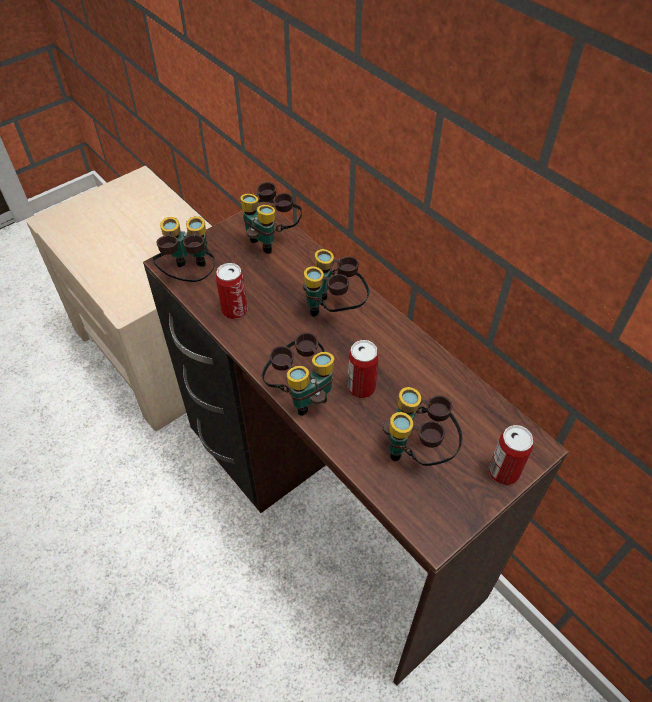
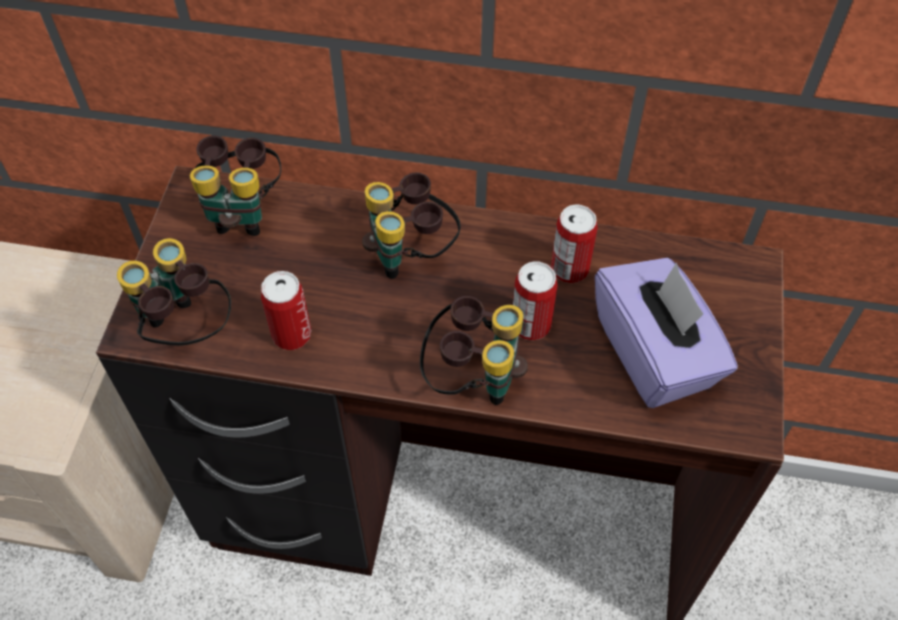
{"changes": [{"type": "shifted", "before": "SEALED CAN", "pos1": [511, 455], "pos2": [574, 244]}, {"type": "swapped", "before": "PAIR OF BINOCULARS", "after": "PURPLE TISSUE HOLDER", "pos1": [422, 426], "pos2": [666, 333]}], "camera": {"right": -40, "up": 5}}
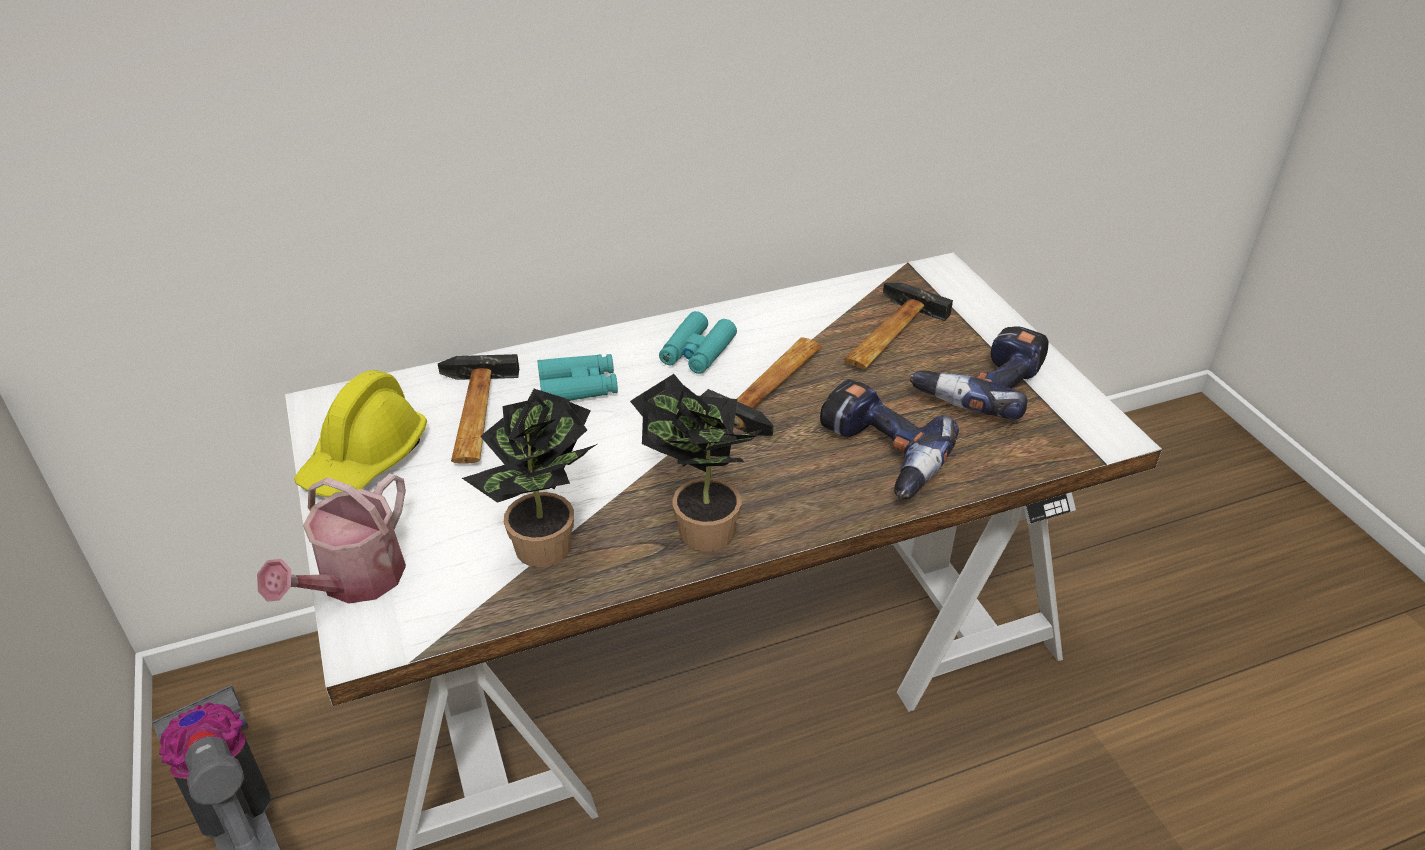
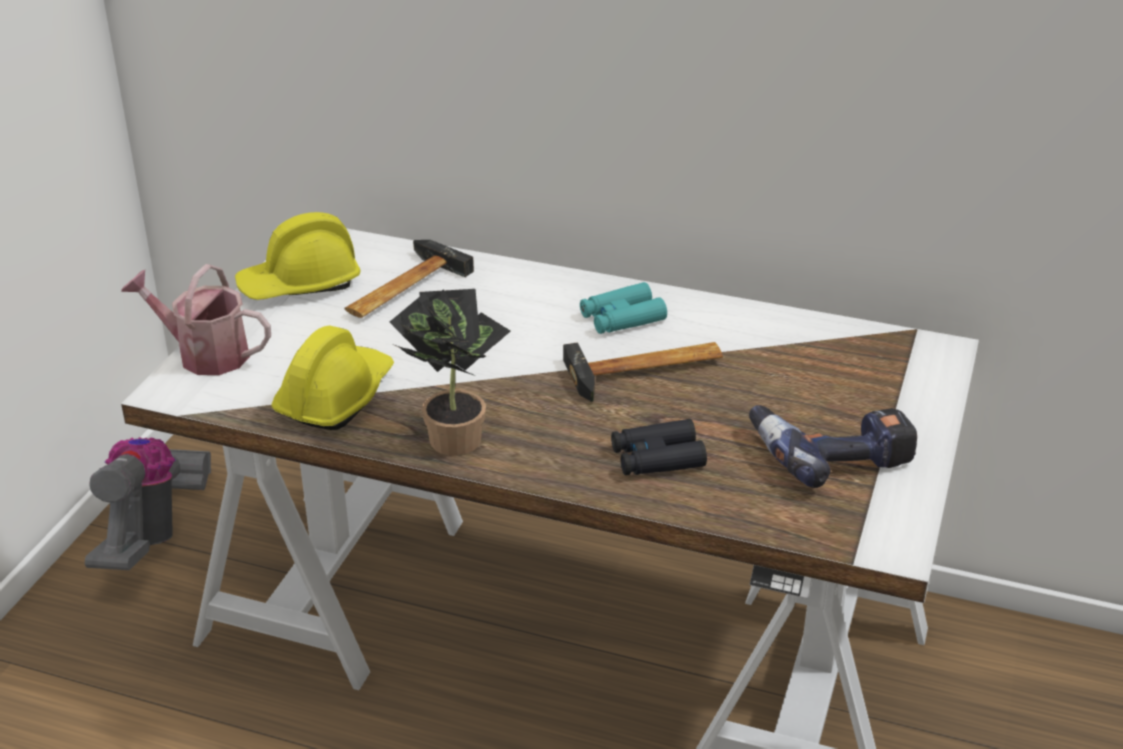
{"changes": [{"type": "gone", "before": "TURQUOISE PAIR OF BINOCULARS", "pos1": [577, 377]}, {"type": "gone", "before": "TOOL HAMMER", "pos1": [898, 326]}, {"type": "swapped", "before": "POTTED PLANT", "after": "YELLOW HARD HAT", "pos1": [529, 478], "pos2": [332, 377]}, {"type": "swapped", "before": "POWER DRILL", "after": "BLACK-COLOURED PAIR OF BINOCULARS", "pos1": [889, 439], "pos2": [659, 447]}, {"type": "rotated", "before": "WATERING POT", "pos1": [331, 538], "pos2": [196, 319], "turn": 45}], "camera": {"right": 40, "up": -5}}
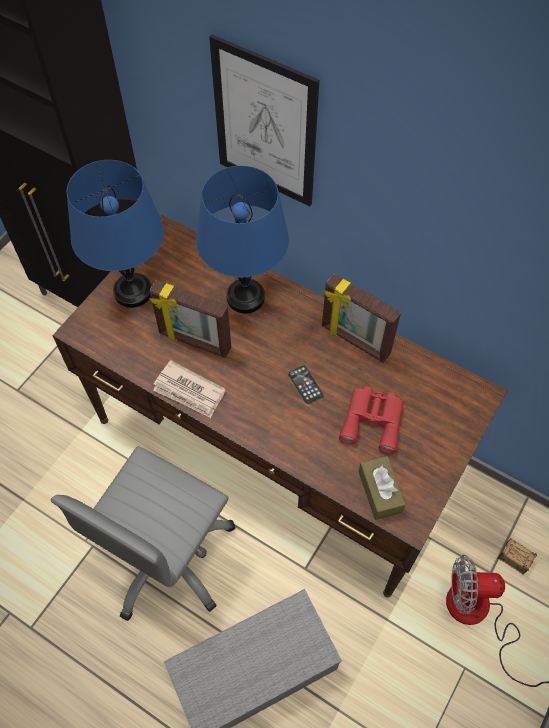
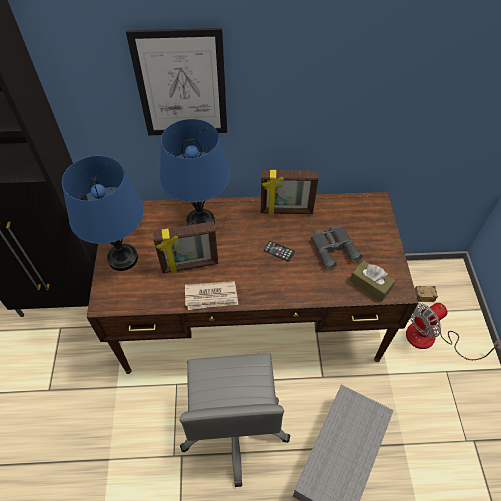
{"changes": [{"type": "repainted", "before": "REDDISH PAIR OF BINOCULARS", "after": "GRAY PAIR OF BINOCULARS", "pos1": [371, 420], "pos2": [336, 248]}], "camera": {"right": -35, "up": -5}}
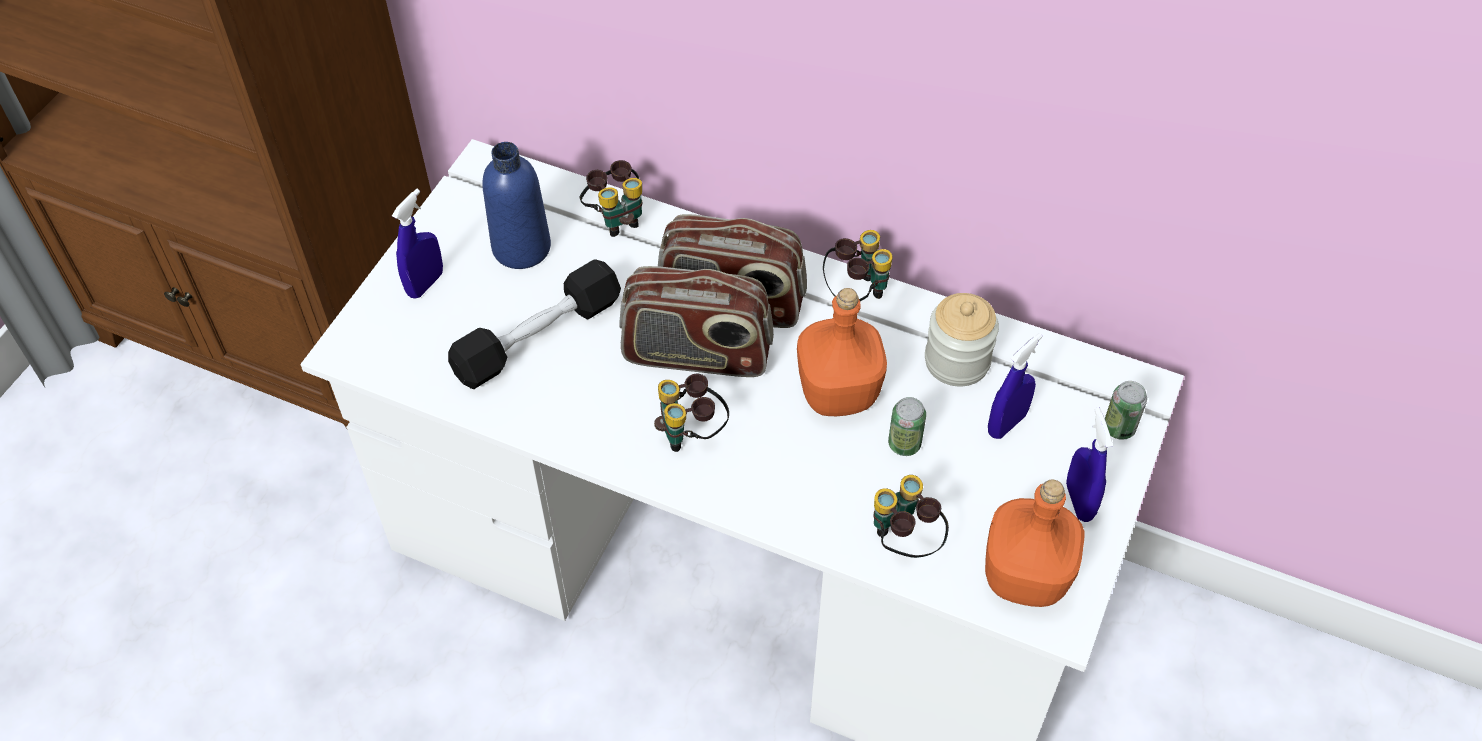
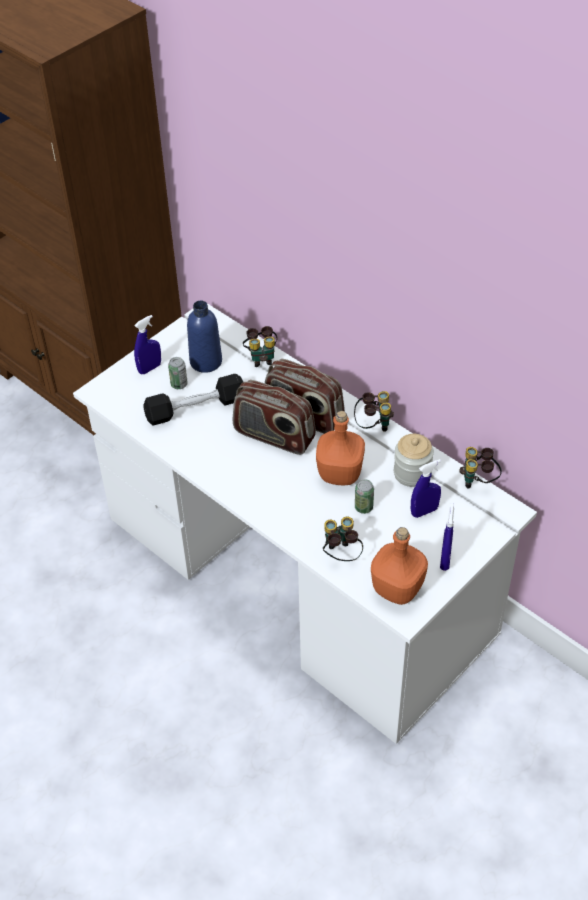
{"changes": [{"type": "shifted", "before": "PAIR OF BINOCULARS", "pos1": [691, 413], "pos2": [480, 467]}, {"type": "shifted", "before": "SEALED CAN", "pos1": [1126, 410], "pos2": [178, 373]}], "camera": {"right": 20, "up": -5}}
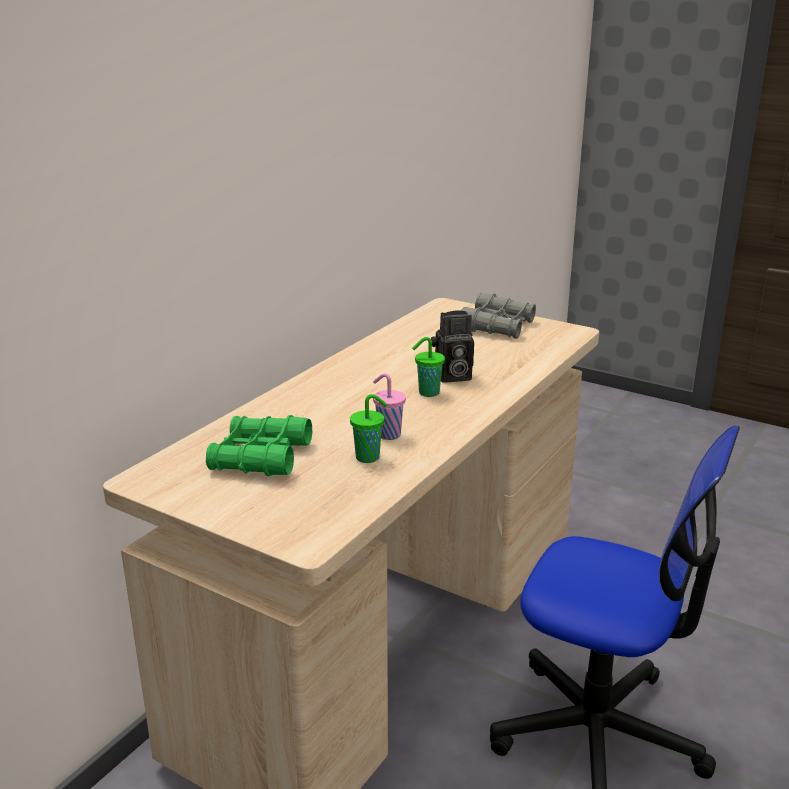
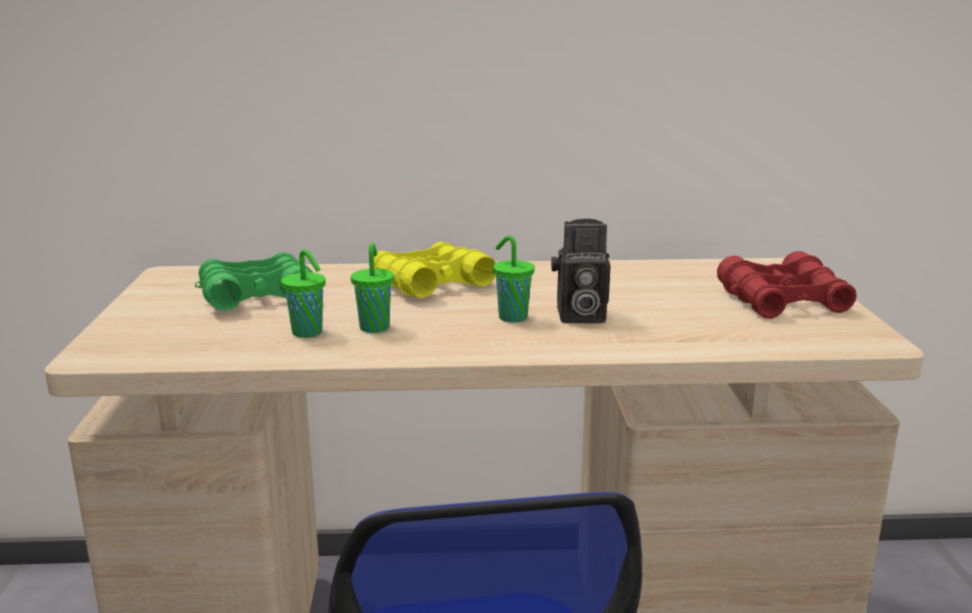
{"changes": [{"type": "new", "after": "YELLOW PAIR OF BINOCULARS", "pos2": [435, 270]}, {"type": "repainted", "before": "PINK DRINKING CUP", "after": "GREEN DRINKING CUP", "pos1": [389, 406], "pos2": [372, 288]}, {"type": "repainted", "before": "GRAY PAIR OF BINOCULARS", "after": "REDDISH PAIR OF BINOCULARS", "pos1": [498, 316], "pos2": [787, 285]}, {"type": "rotated", "before": "STILL CAMERA", "pos1": [452, 347], "pos2": [580, 271], "turn": -45}], "camera": {"right": 55, "up": -5}}
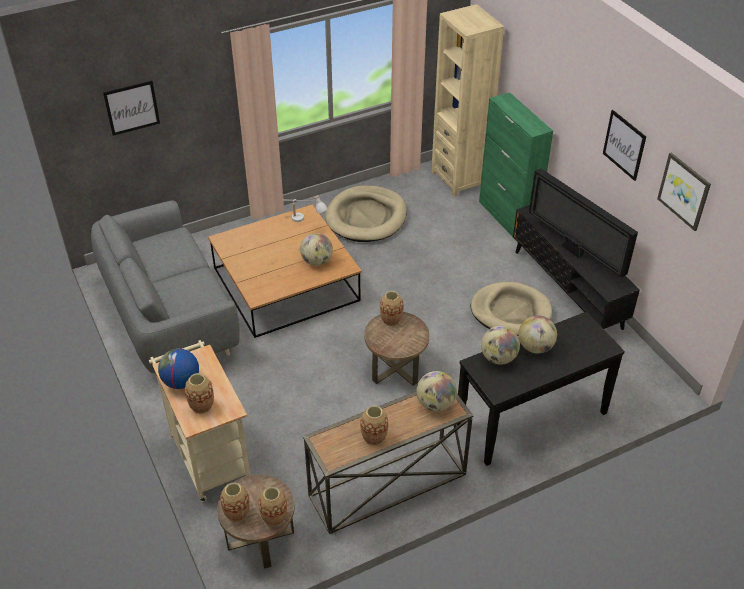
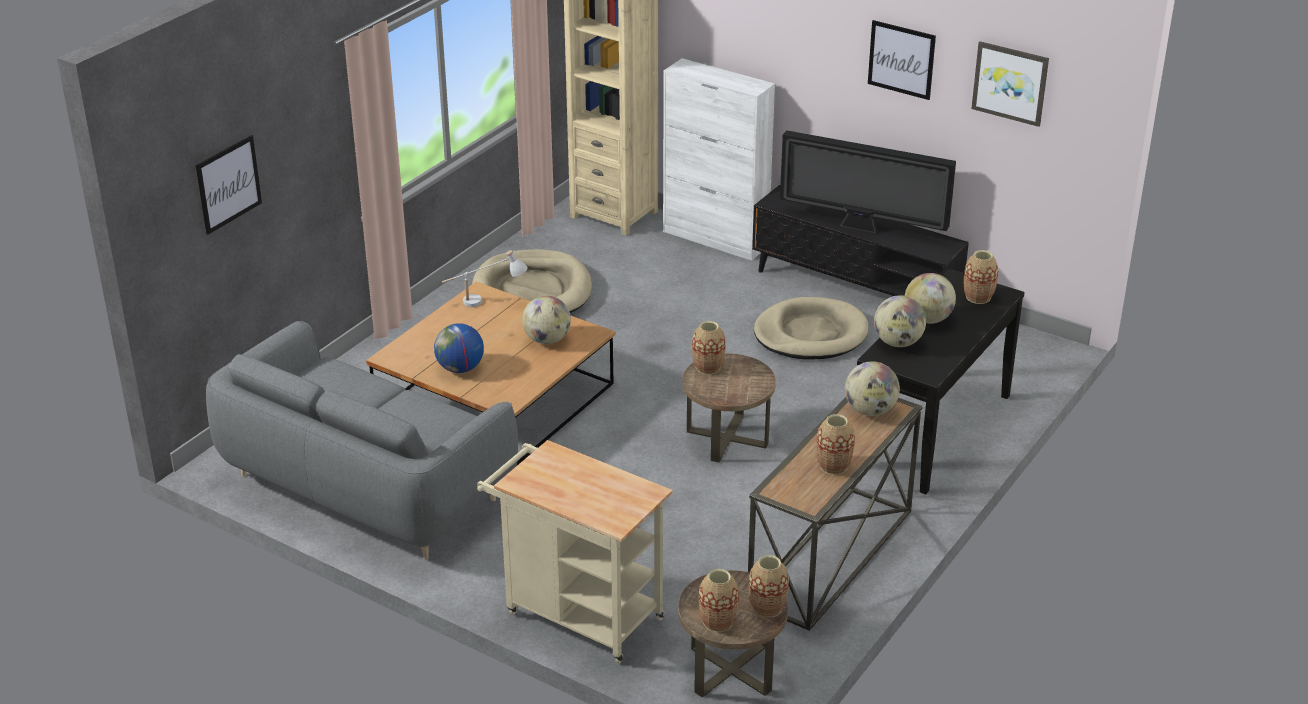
{"changes": [{"type": "shifted", "before": "WORLD GLOBE", "pos1": [178, 369], "pos2": [459, 348]}, {"type": "shifted", "before": "FLOWER VASE", "pos1": [199, 393], "pos2": [981, 277]}, {"type": "repainted", "before": "GREEN CUPBOARD", "after": "WHITE-COLOURED CUPBOARD", "pos1": [516, 165], "pos2": [719, 159]}], "camera": {"right": -30, "up": -10}}
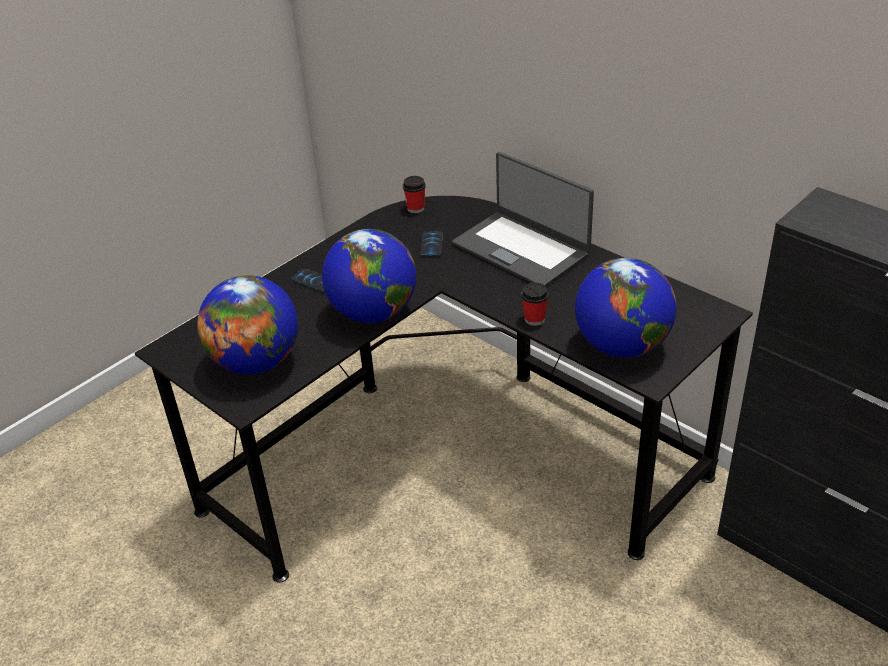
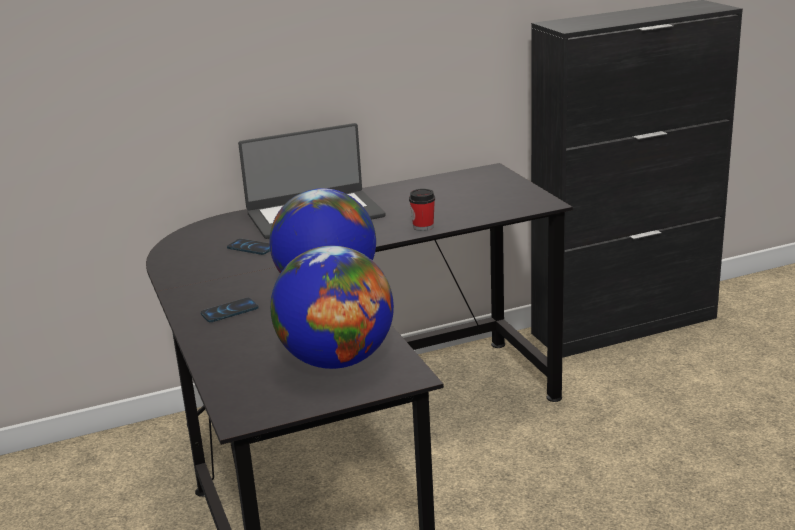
{"changes": [{"type": "gone", "before": "DRINKING CUP", "pos1": [414, 194]}, {"type": "gone", "before": "WORLD GLOBE", "pos1": [625, 308]}], "camera": {"right": -65, "up": -15}}
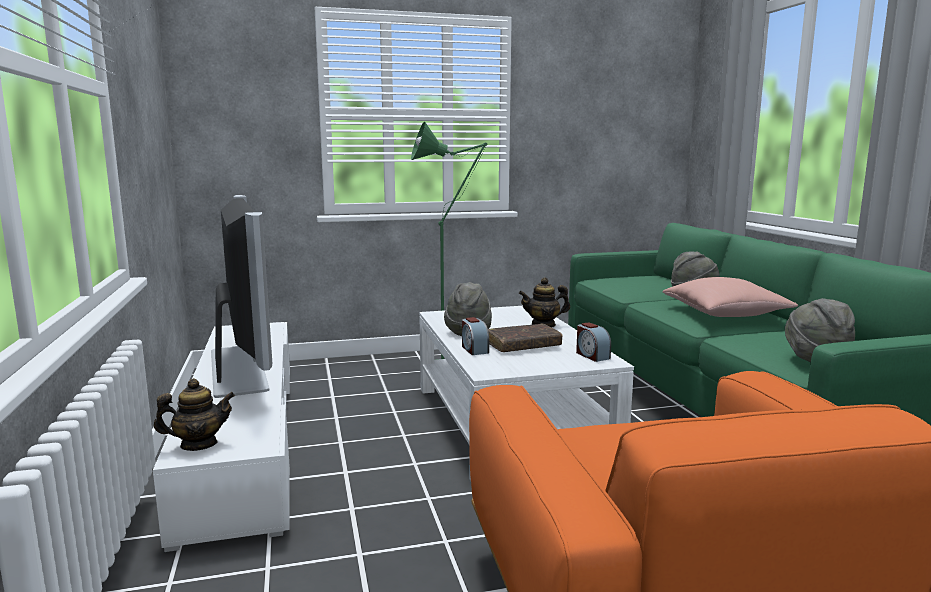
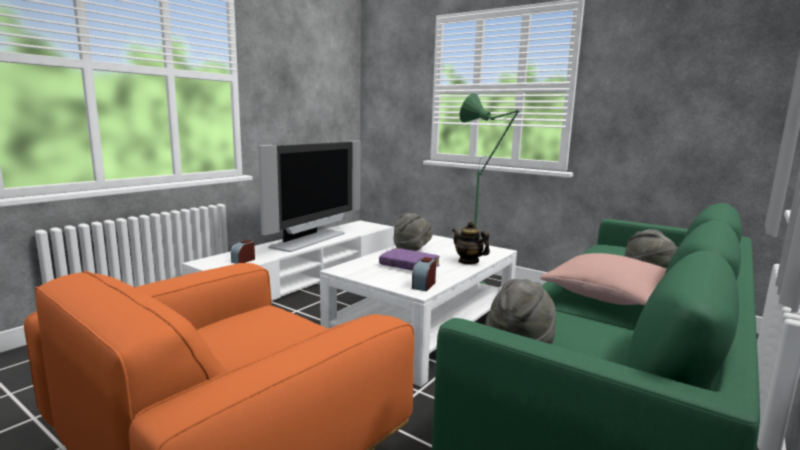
{"changes": [{"type": "gone", "before": "TEA POT", "pos1": [194, 414]}, {"type": "shifted", "before": "ALARM CLOCK", "pos1": [475, 336], "pos2": [243, 252]}, {"type": "repainted", "before": "BROWN-COLOURED BOUND BOOK", "after": "PURPLE BOUND BOOK", "pos1": [525, 337], "pos2": [409, 259]}], "camera": {"right": 50, "up": 0}}
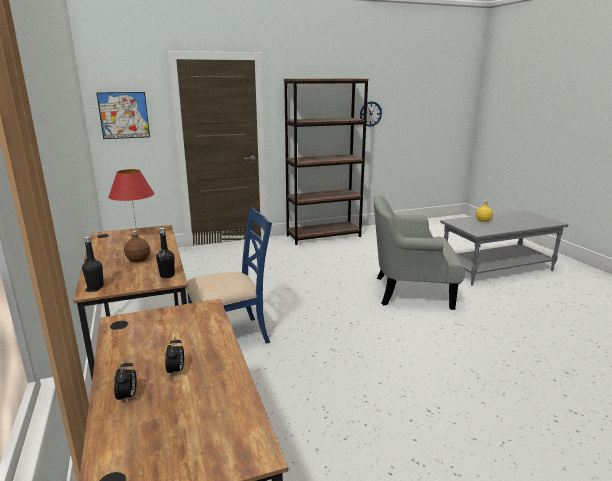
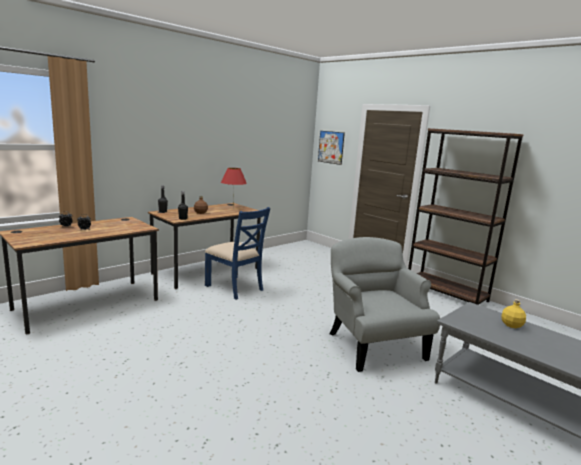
{"changes": [{"type": "gone", "before": "HANGING CLOCK", "pos1": [371, 114]}], "camera": {"right": 65, "up": -5}}
